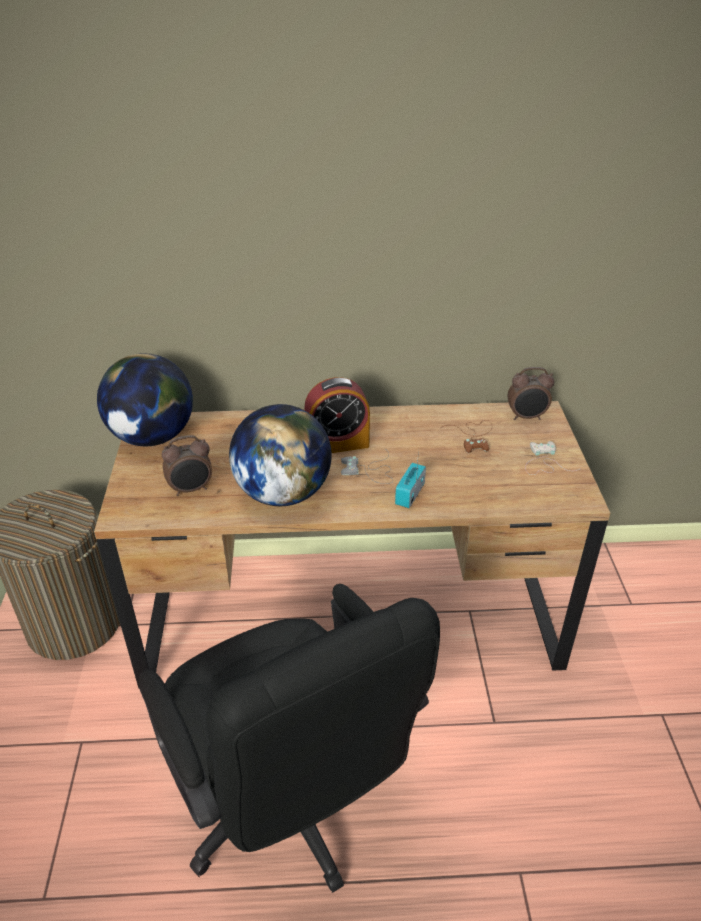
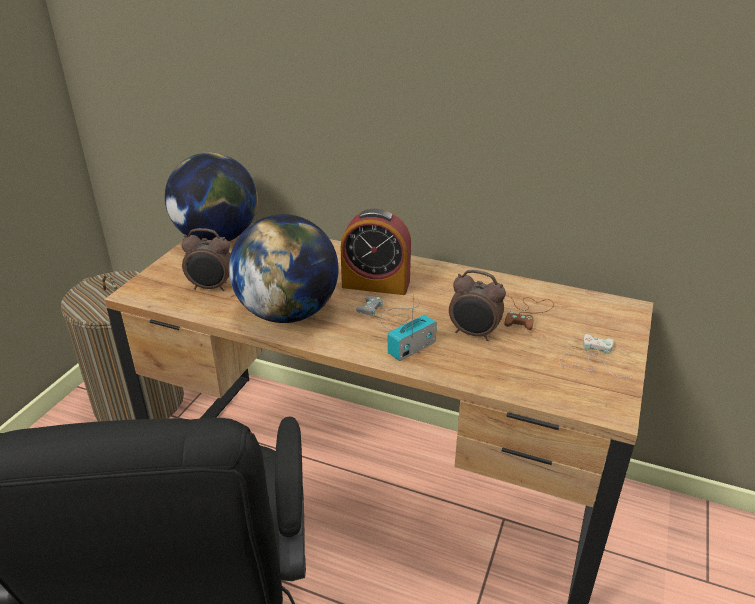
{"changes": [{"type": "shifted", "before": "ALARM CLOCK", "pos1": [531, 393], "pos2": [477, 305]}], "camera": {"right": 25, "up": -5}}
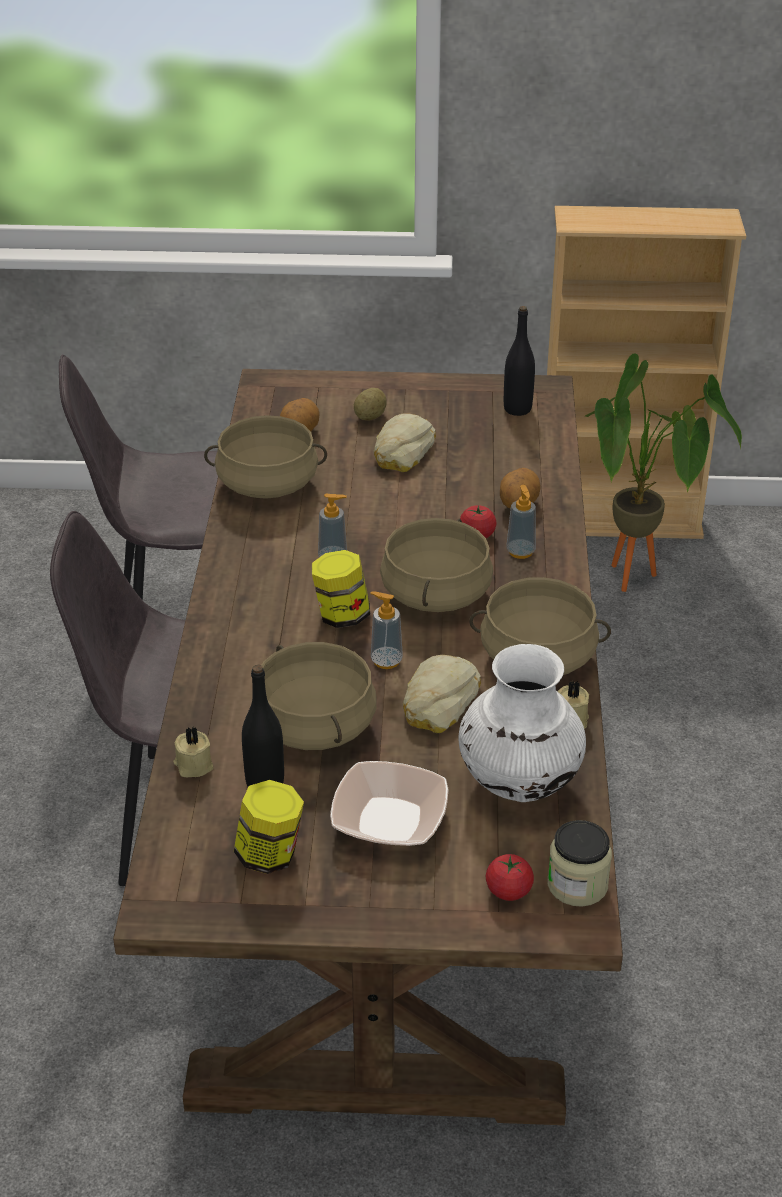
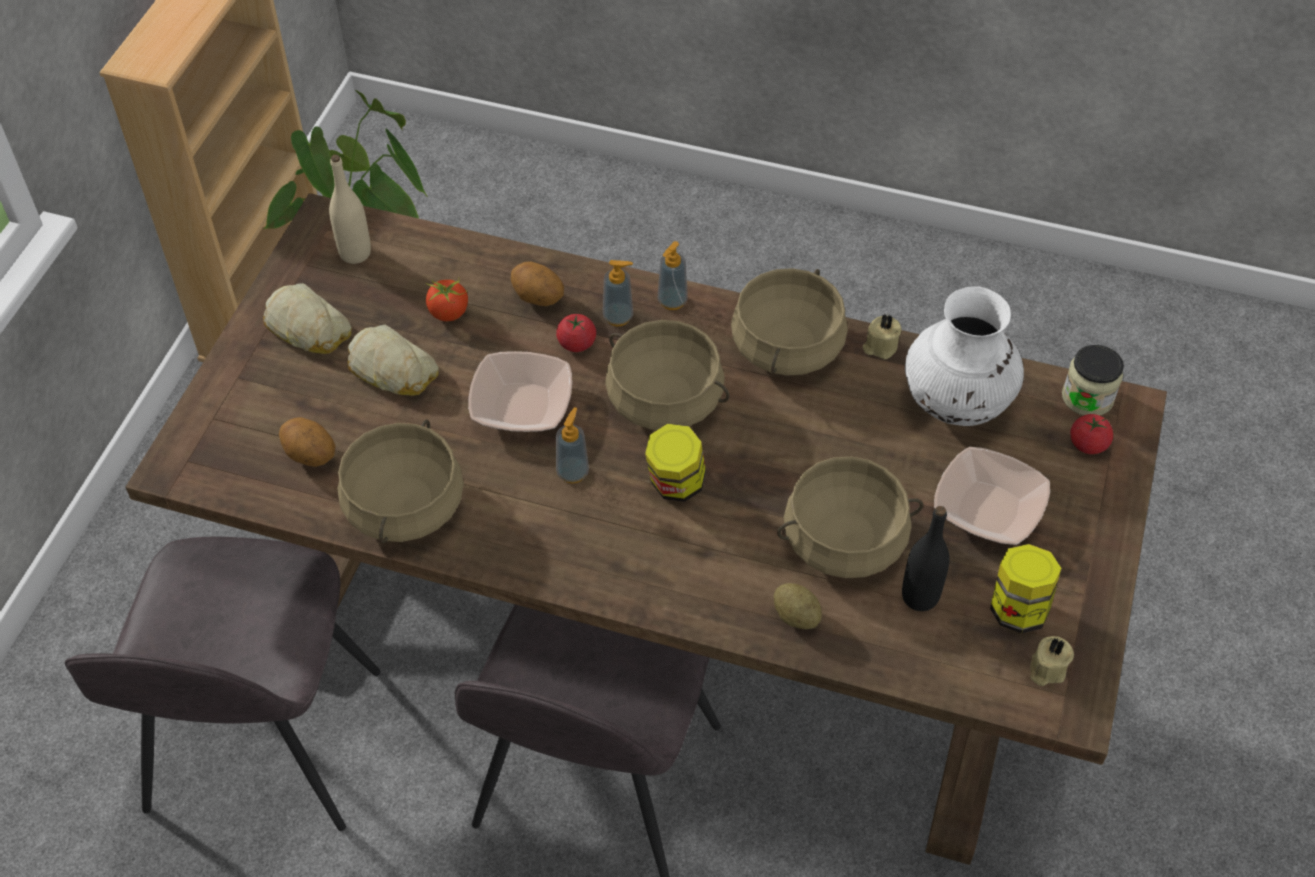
{"changes": [{"type": "new", "after": "TOMATO", "pos2": [447, 299]}, {"type": "new", "after": "SERVING BOWL", "pos2": [520, 391]}, {"type": "shifted", "before": "BEIGE-COLOURED CANDLE", "pos1": [193, 752], "pos2": [1052, 661]}, {"type": "shifted", "before": "WHOLE POTATO", "pos1": [370, 404], "pos2": [798, 606]}, {"type": "shifted", "before": "LIQUID SOAP BOTTLE", "pos1": [386, 630], "pos2": [673, 275]}, {"type": "shifted", "before": "BAKED BREAD", "pos1": [442, 694], "pos2": [307, 318]}, {"type": "repainted", "before": "BLACK-COLOURED DRINK BOTTLE", "after": "BEIGE-COLOURED DRINK BOTTLE", "pos1": [519, 361], "pos2": [350, 209]}], "camera": {"right": -75, "up": 15}}
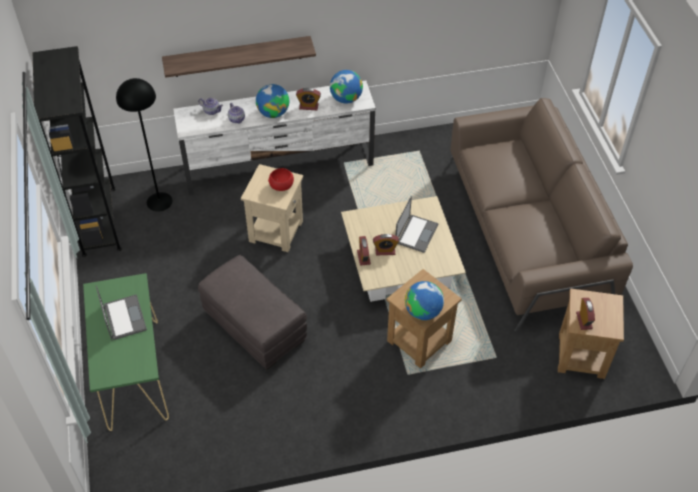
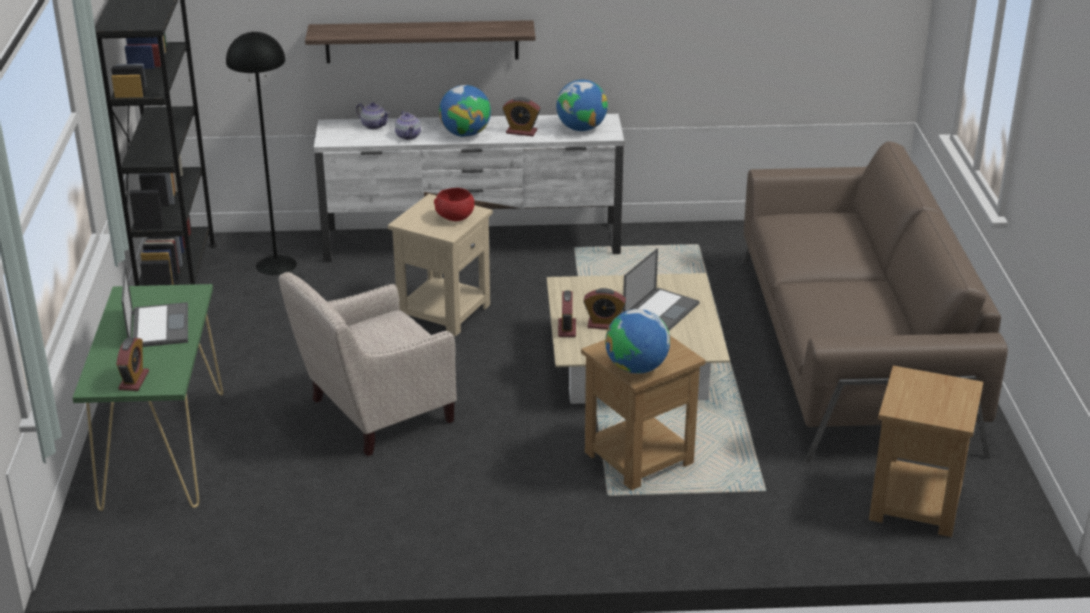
{"changes": [{"type": "shifted", "before": "ALARM CLOCK", "pos1": [585, 314], "pos2": [132, 364]}, {"type": "swapped", "before": "GRAY POUFFE", "after": "BEIGE-COLOURED LOUNGE CHAIR", "pos1": [252, 312], "pos2": [368, 364]}], "camera": {"right": 10, "up": -20}}
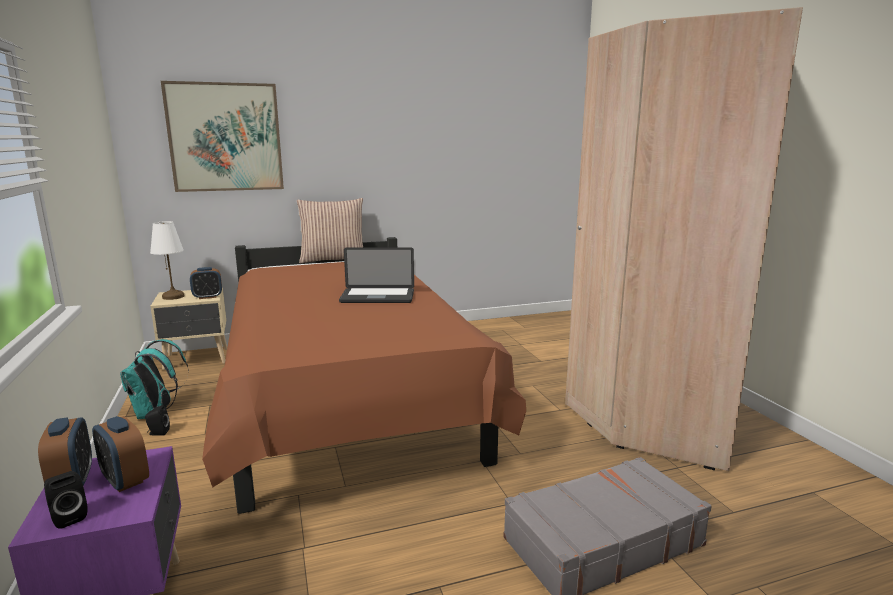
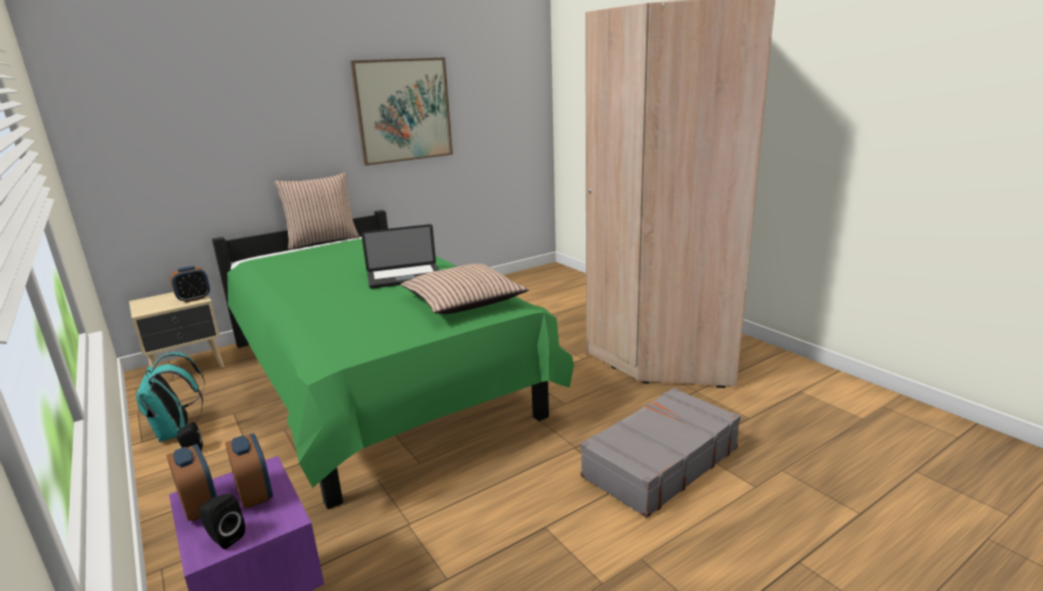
{"changes": [{"type": "gone", "before": "WHITE-COLOURED TABLE LAMP", "pos1": [167, 260]}, {"type": "new", "after": "THROW PILLOW", "pos2": [465, 288]}, {"type": "shifted", "before": "WALL PICTURE", "pos1": [222, 136], "pos2": [401, 112]}, {"type": "repainted", "before": "BROWN-COLOURED BEDROOM BED", "after": "GREEN BEDROOM BED", "pos1": [364, 375], "pos2": [393, 359]}, {"type": "rotated", "before": "ALARM CLOCK", "pos1": [120, 454], "pos2": [249, 470], "turn": -150}], "camera": {"right": -15, "up": 5}}
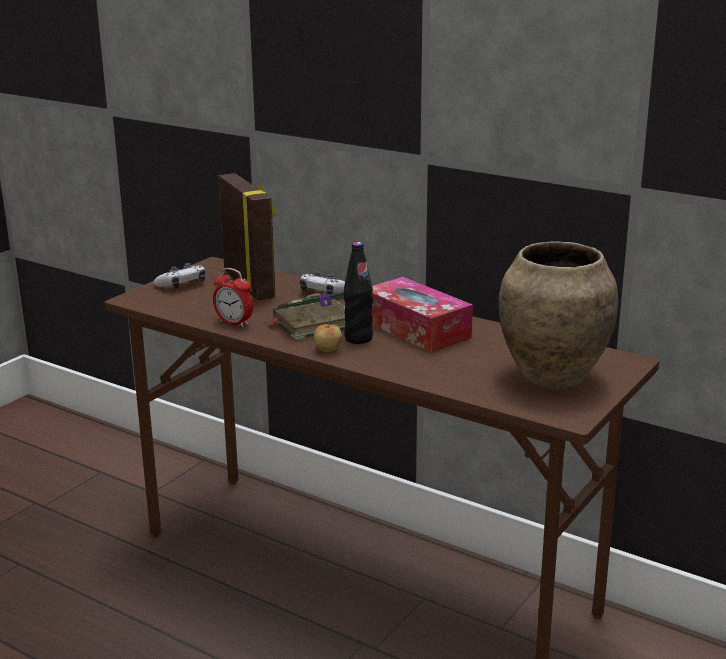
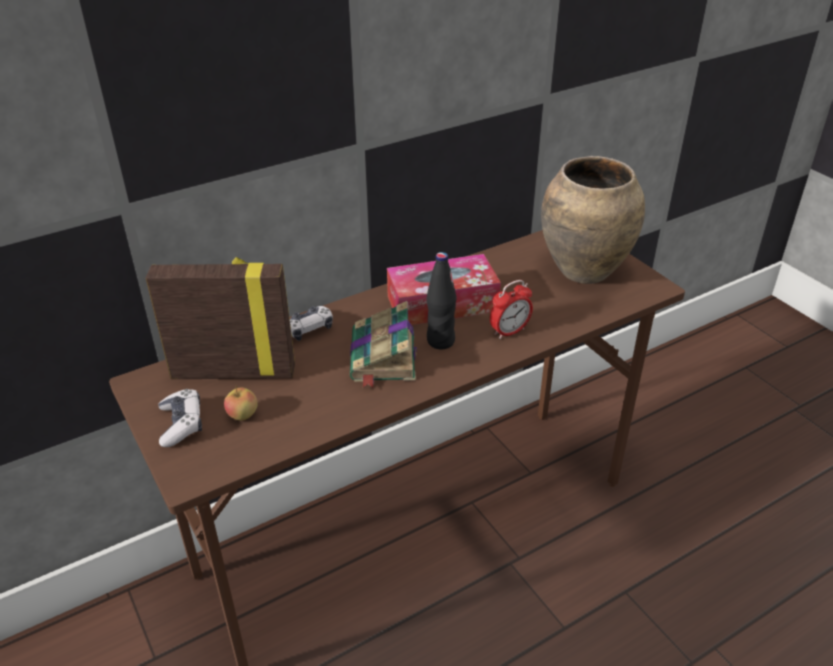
{"changes": [{"type": "shifted", "before": "ALARM CLOCK", "pos1": [233, 297], "pos2": [511, 309]}, {"type": "shifted", "before": "WHOLE APPLE", "pos1": [327, 335], "pos2": [241, 402]}], "camera": {"right": -65, "up": 15}}
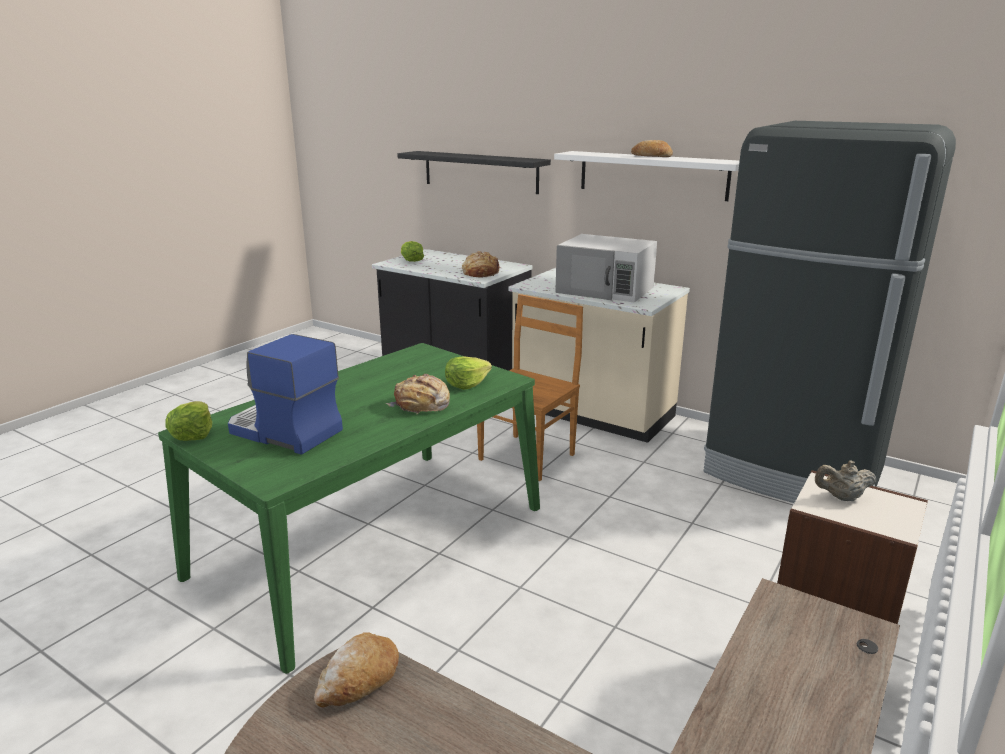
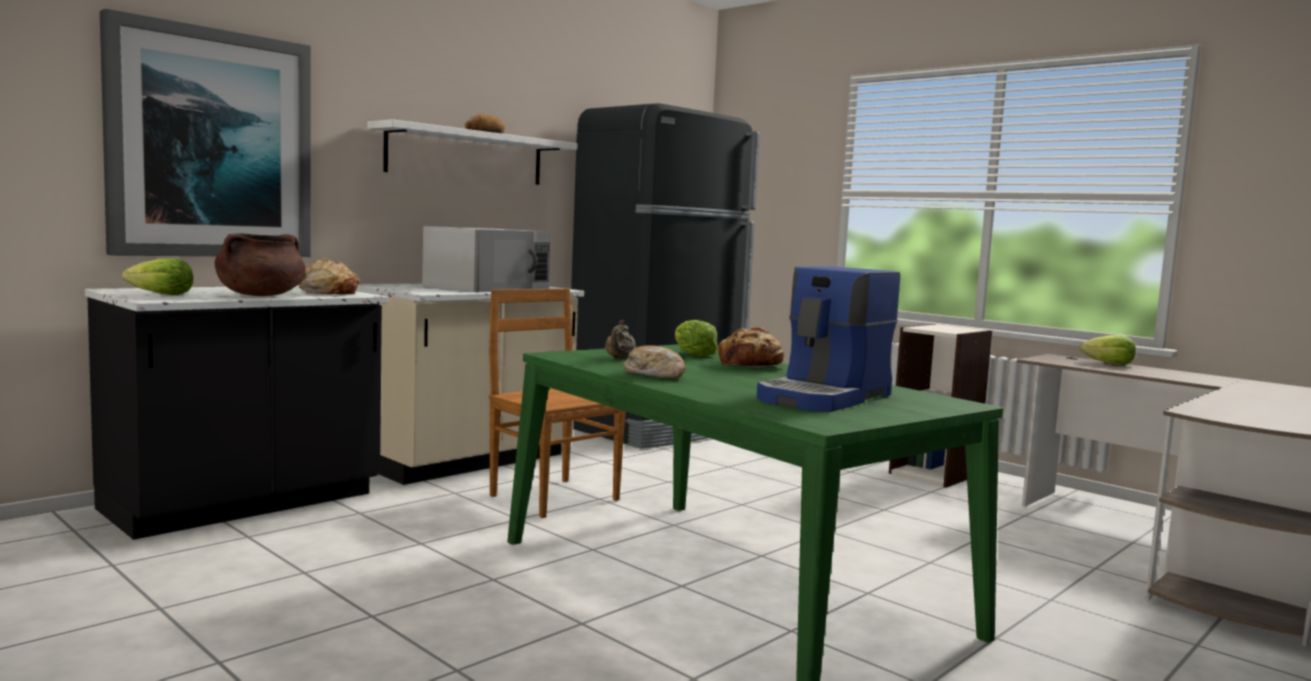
{"changes": [{"type": "new", "after": "BROWN-COLOURED COOKING POT", "pos2": [260, 264]}, {"type": "shifted", "before": "LETTUCE", "pos1": [188, 421], "pos2": [1108, 350]}, {"type": "shifted", "before": "BAKED BREAD", "pos1": [356, 670], "pos2": [654, 361]}, {"type": "shifted", "before": "BEIGE-COLOURED TEA POT", "pos1": [846, 481], "pos2": [620, 339]}, {"type": "swapped", "before": "BLACK-COLOURED WALL SHELF", "after": "WALL PICTURE", "pos1": [474, 172], "pos2": [205, 133]}], "camera": {"right": -80, "up": -15}}
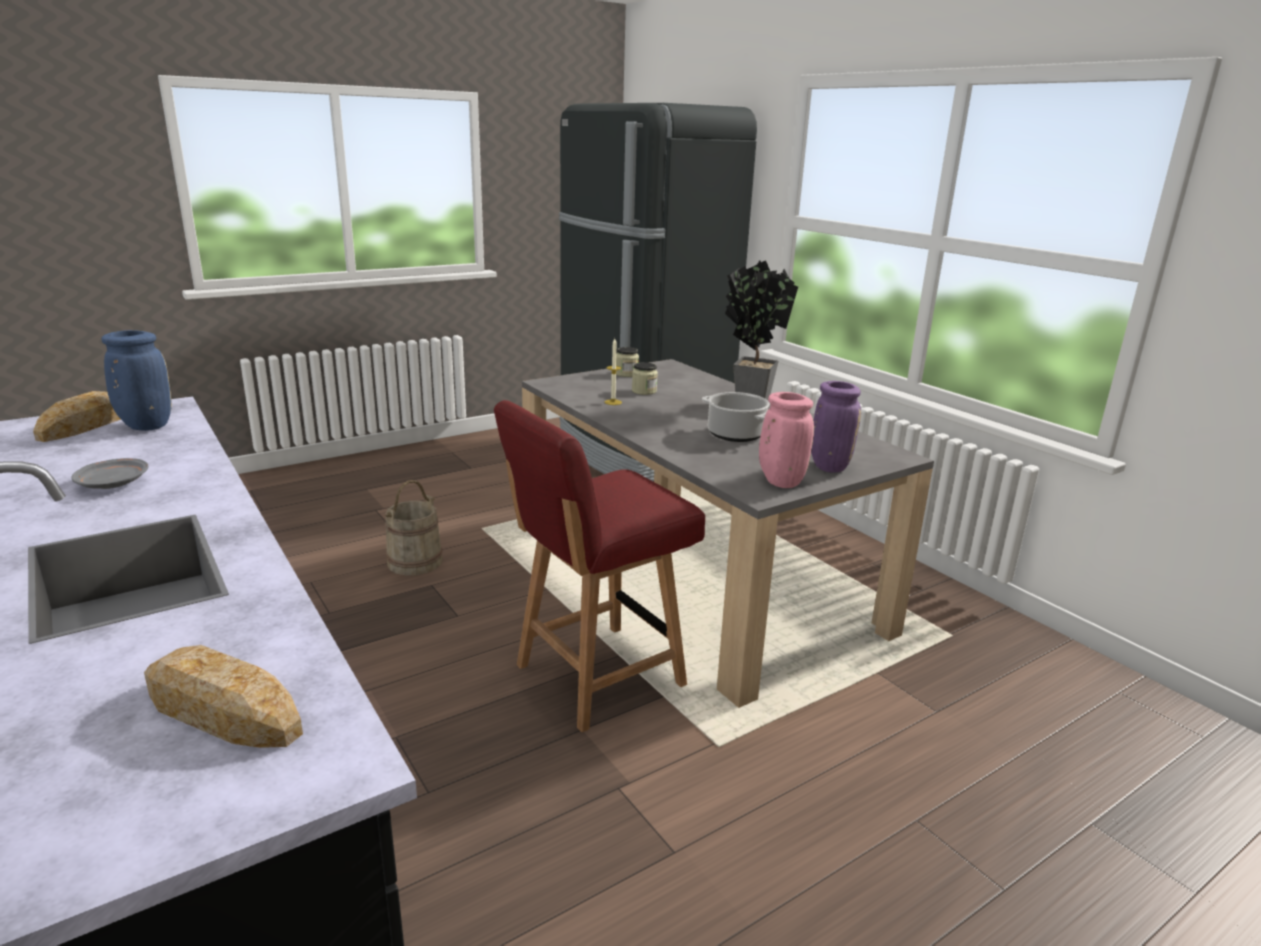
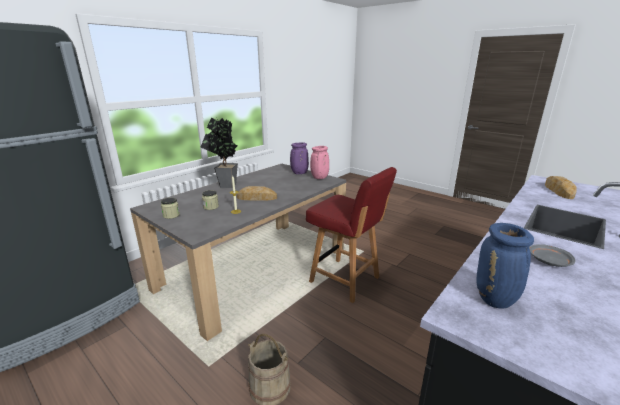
{"changes": [{"type": "gone", "before": "COOKING POT", "pos1": [736, 417]}, {"type": "shifted", "before": "BAKED BREAD", "pos1": [77, 416], "pos2": [257, 193]}], "camera": {"right": -105, "up": 0}}
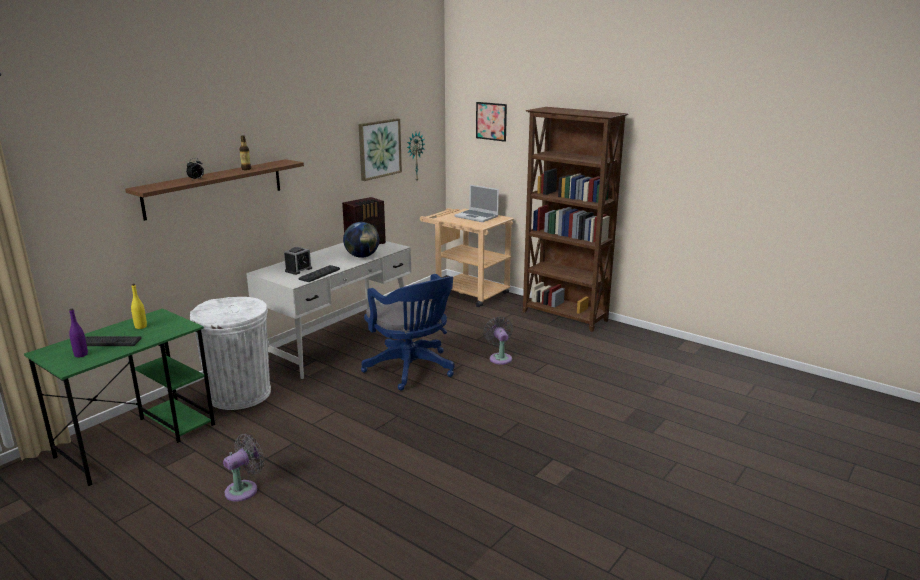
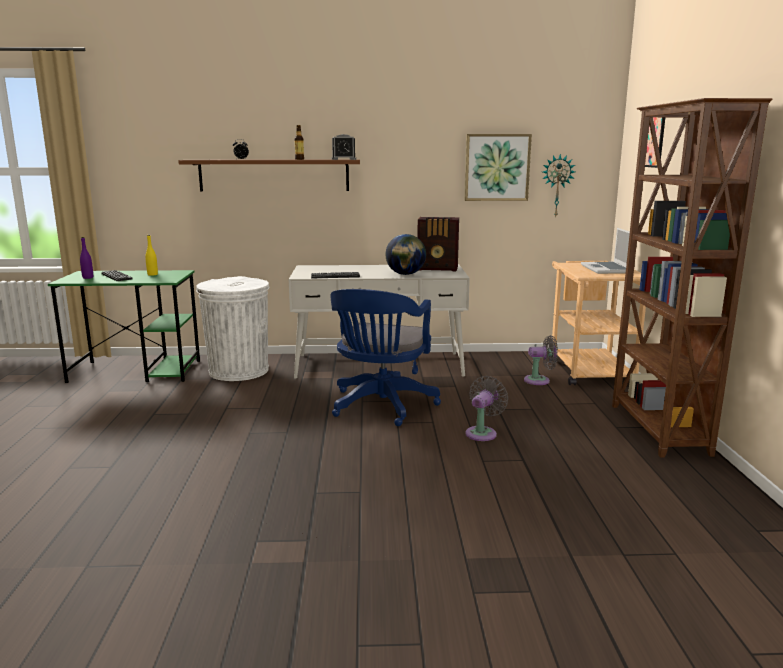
{"changes": [{"type": "shifted", "before": "GRAY FAN", "pos1": [244, 468], "pos2": [541, 360]}, {"type": "shifted", "before": "ALARM CLOCK", "pos1": [298, 261], "pos2": [344, 147]}], "camera": {"right": 50, "up": -5}}
